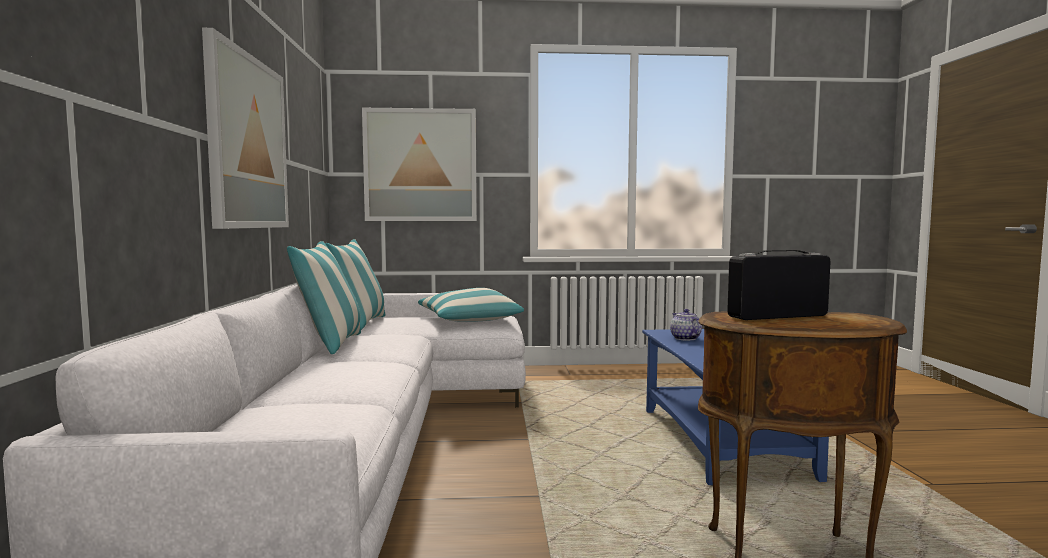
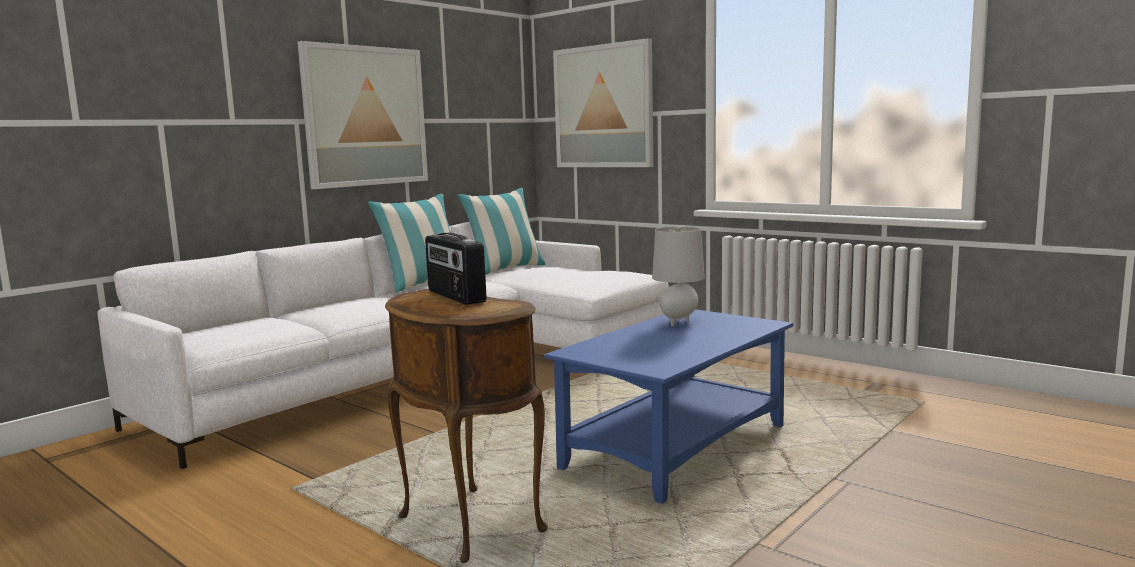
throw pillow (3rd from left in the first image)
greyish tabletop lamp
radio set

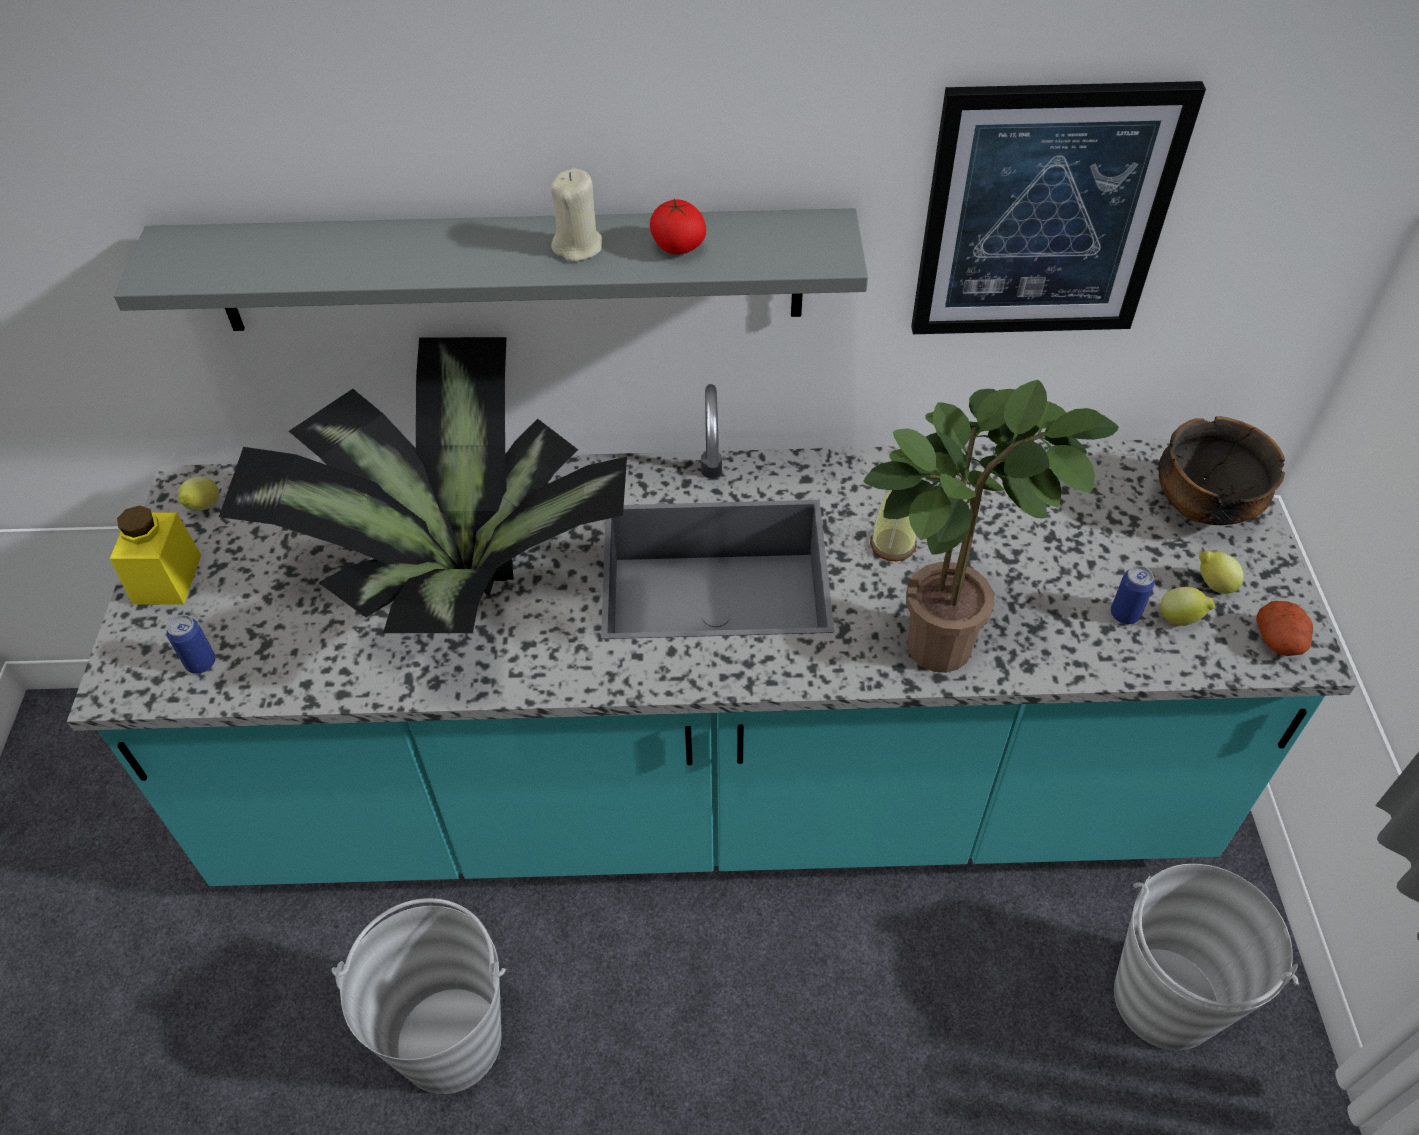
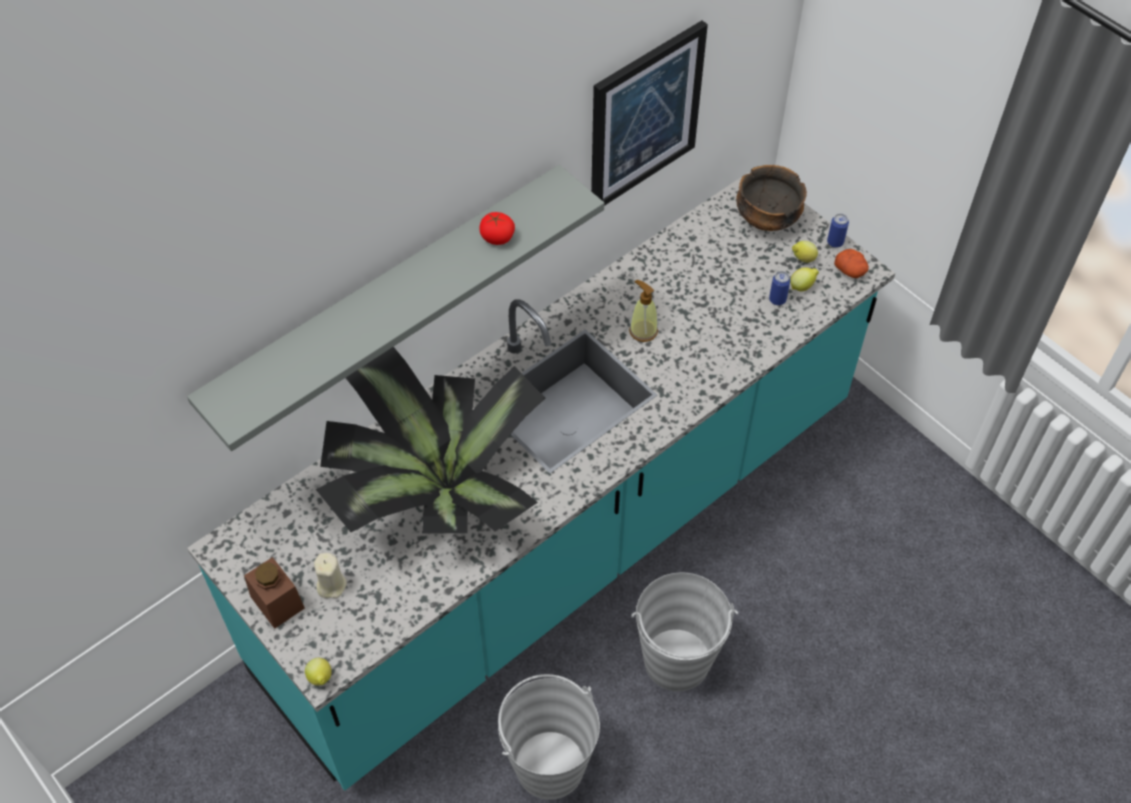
brown jar
metal can (2nd from left)
whole lemon (1st from left)
beige-coloured wax light
potted plant (2nd from left in the first image)
greyish bucket (2nd from left)

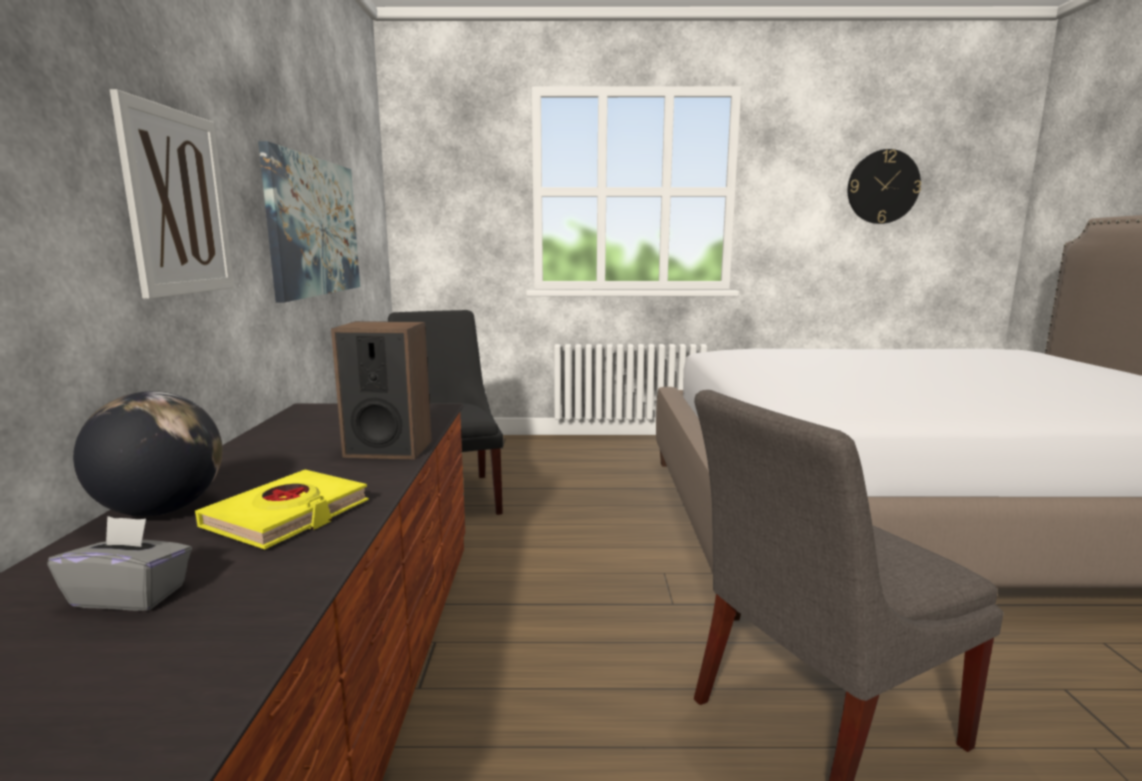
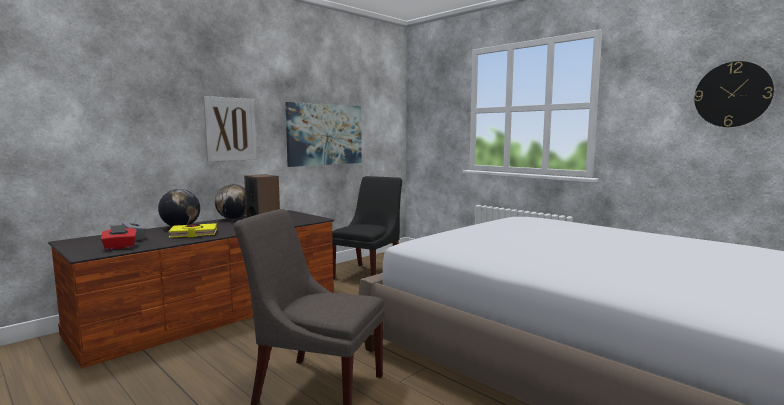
red-coloured box of tissues
desk globe (2nd from left)

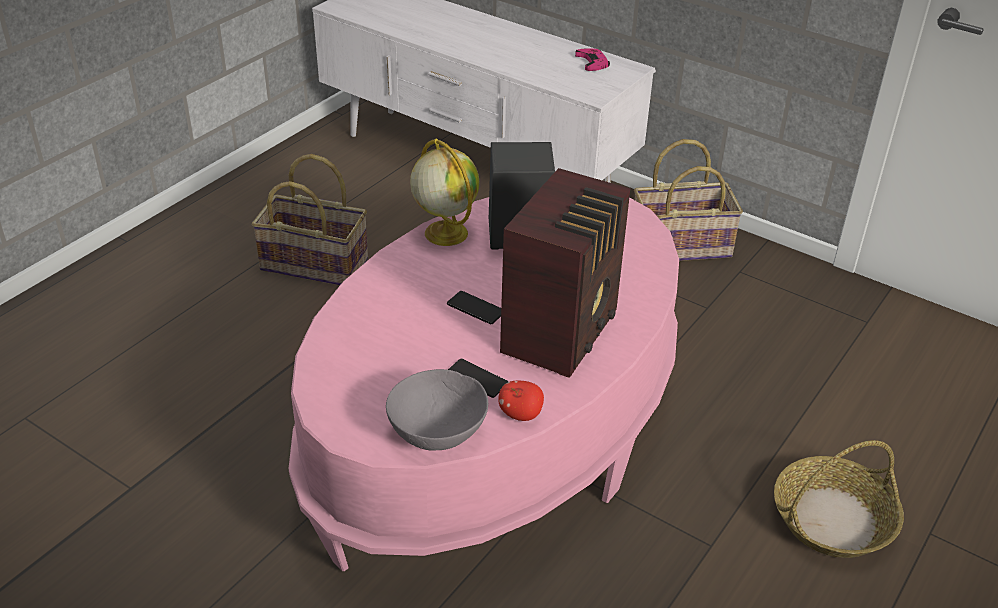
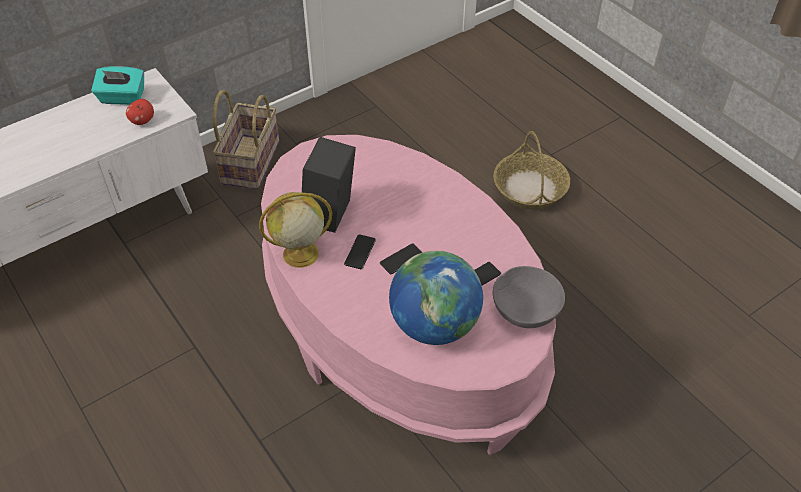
storage basket (1st from left in the first image)
apple
radio set
turquoise box of tissues
telephone (1st from left)
desk globe (2nd from left)

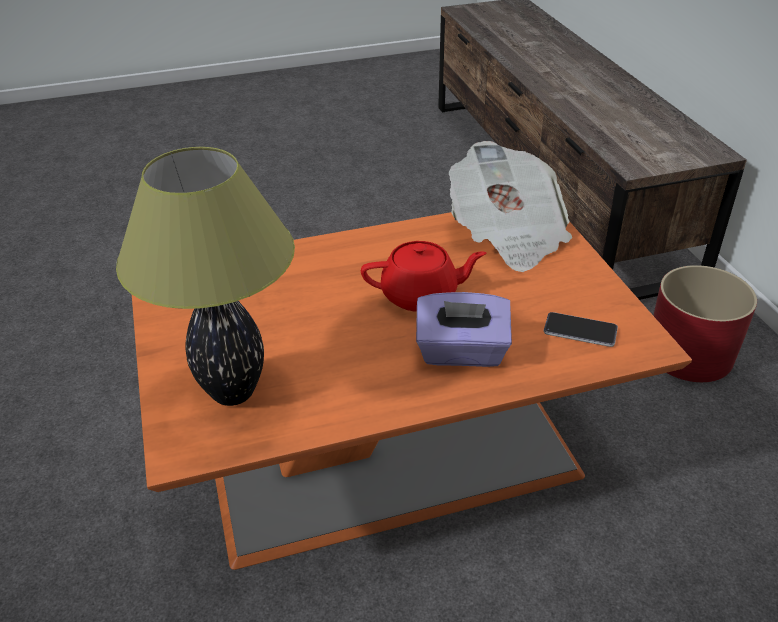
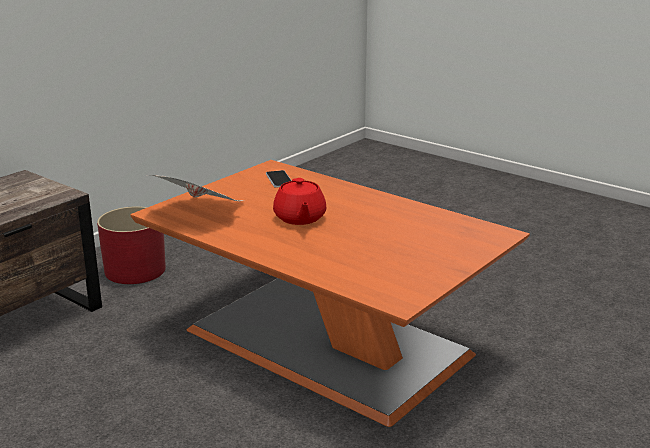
tabletop lamp
red-coloured teapot
purple-coloured box of tissues

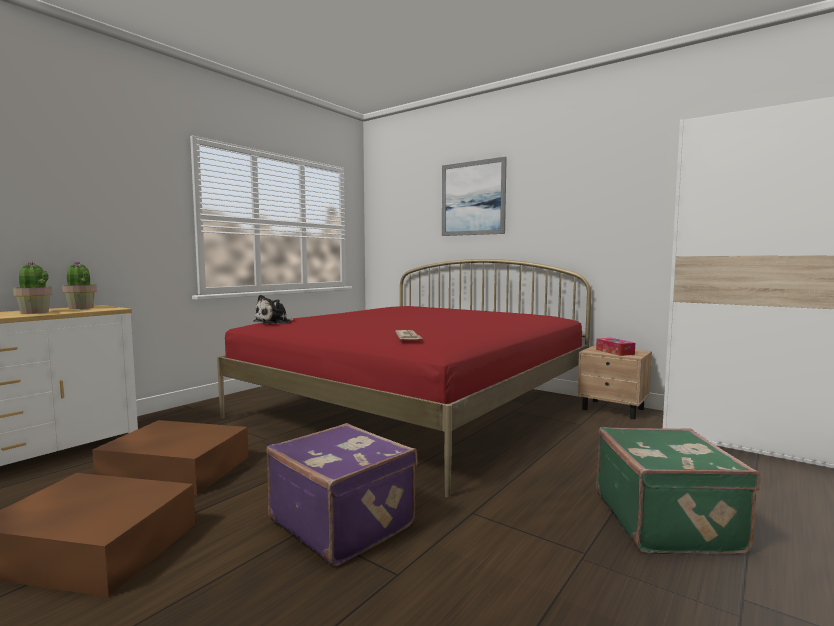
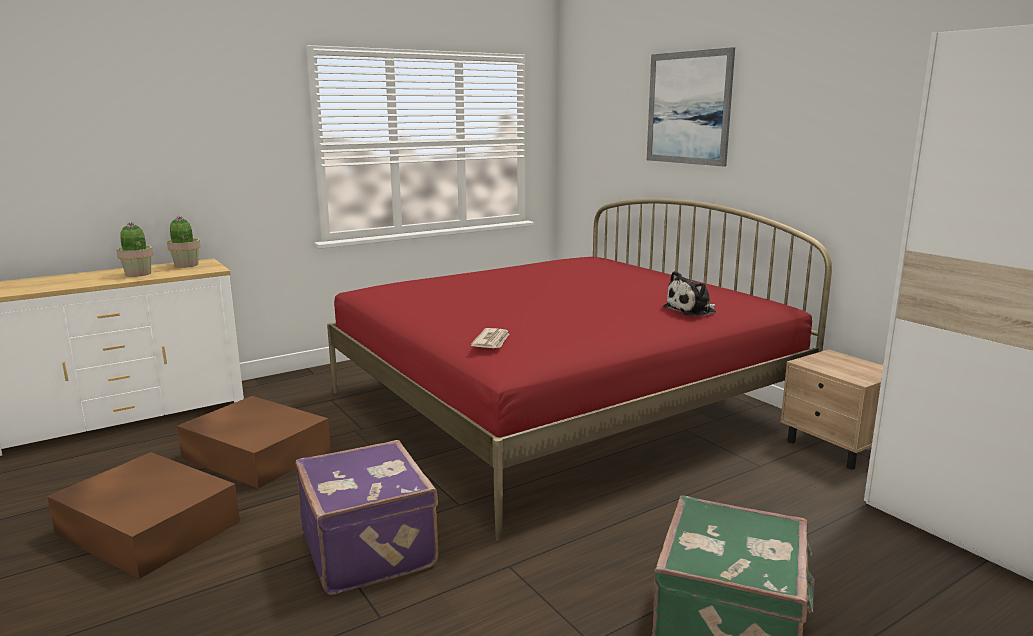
soft toy
box of tissues

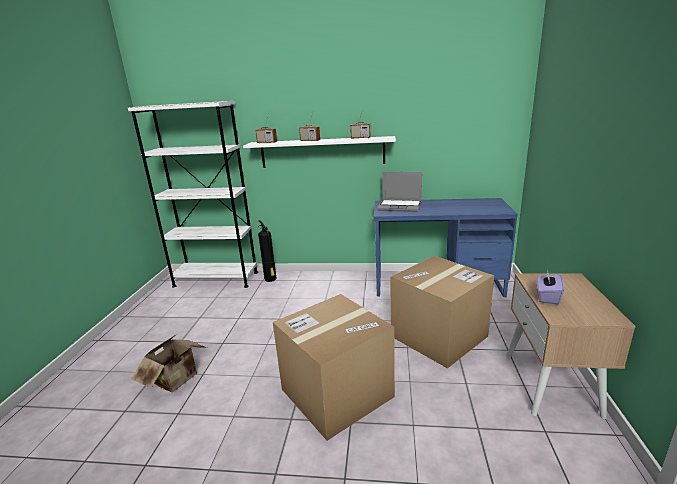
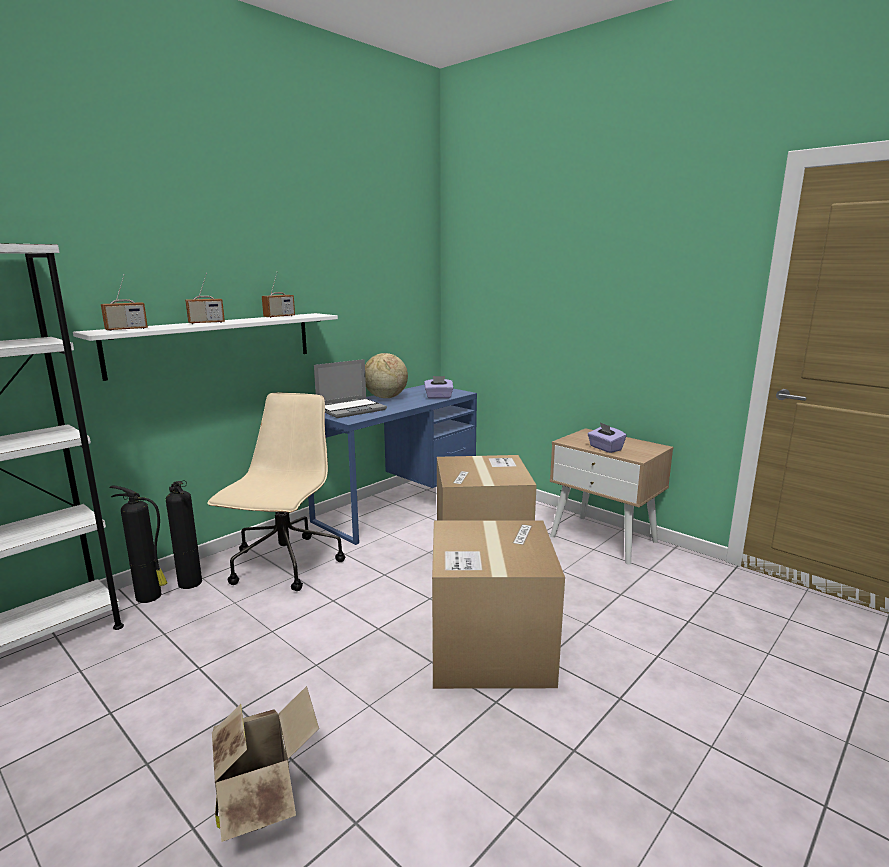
fire extinguisher (2nd from left)
beige-coloured desk chair
desk globe
purple-coloured box of tissues (1st from left)

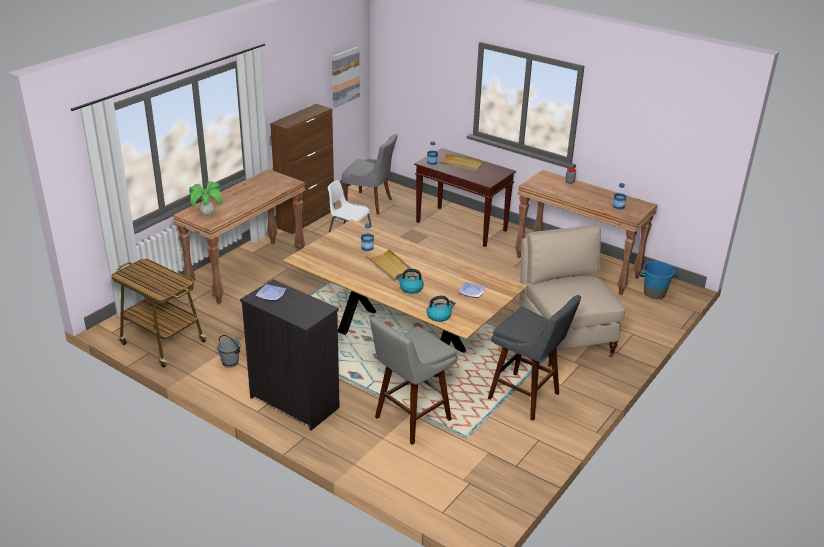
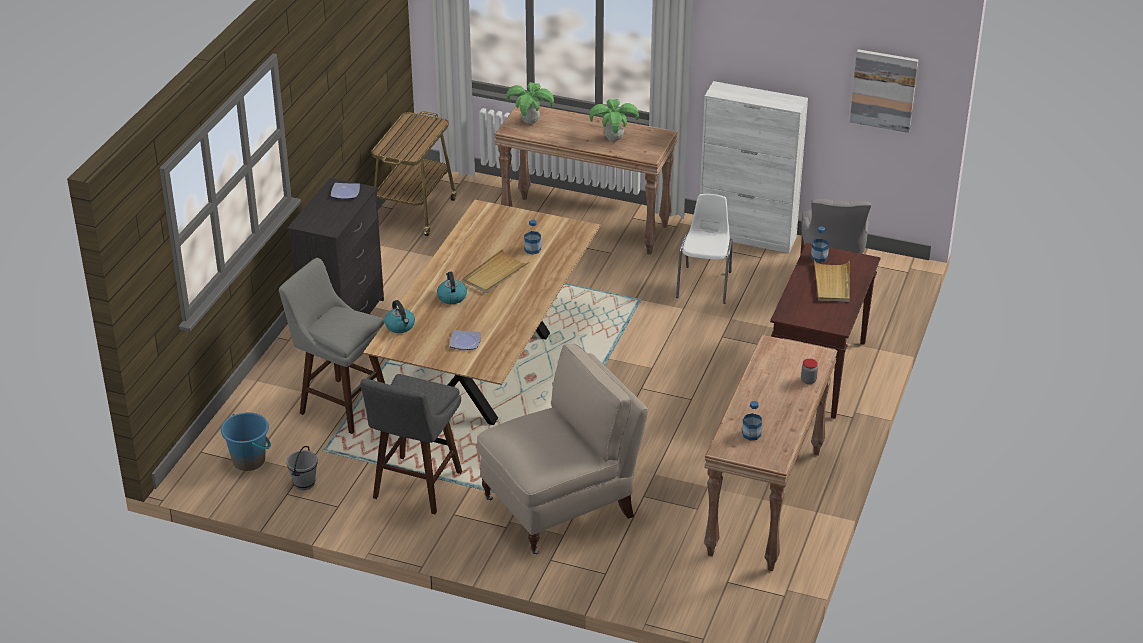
greyish bucket
white storage cabinet
blue-coloured bucket
potted plant (2nd from left)

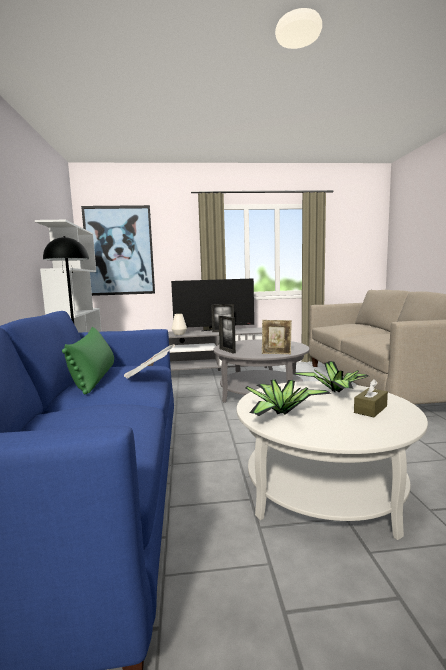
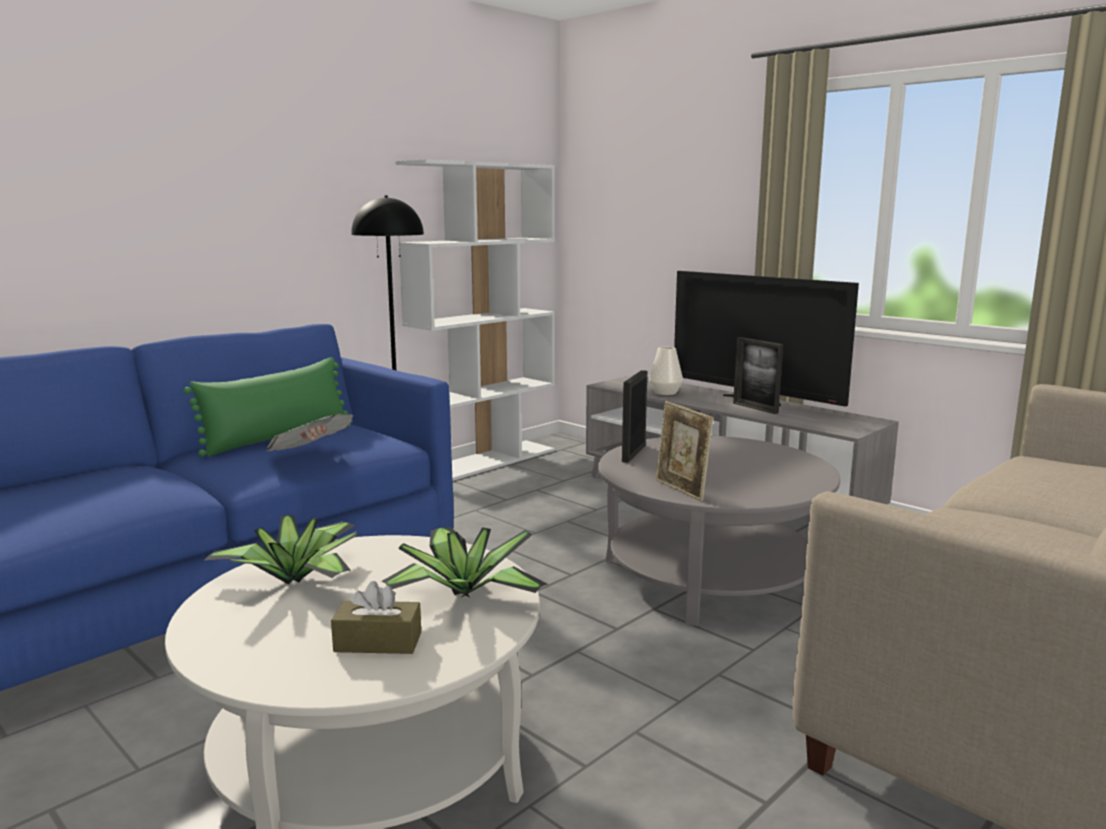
wall art

